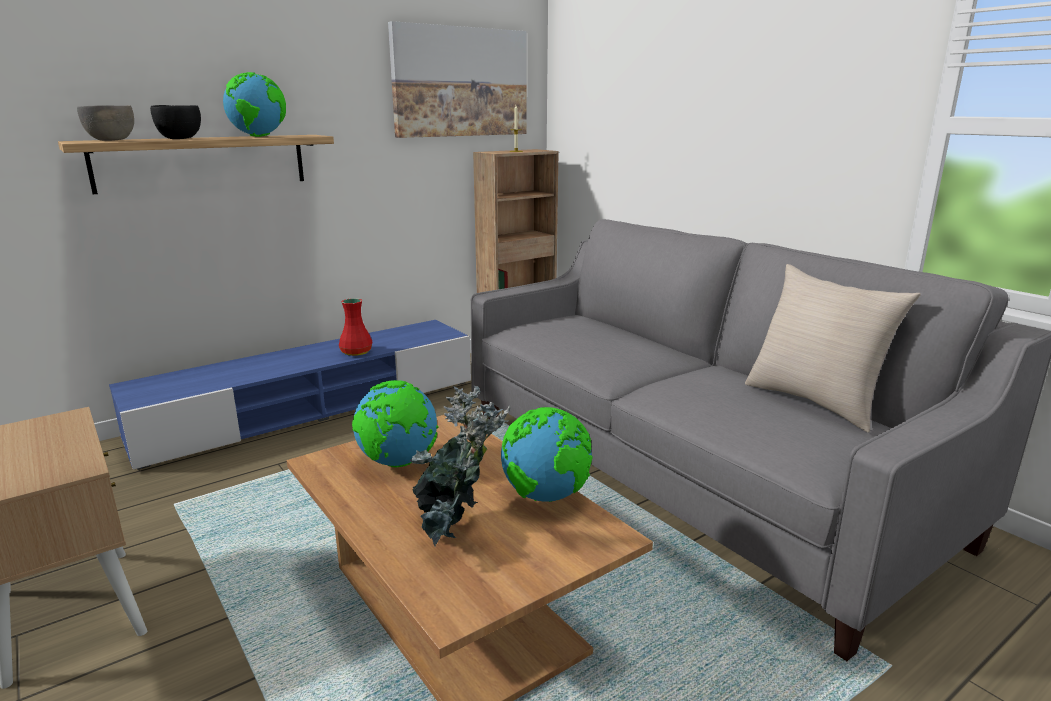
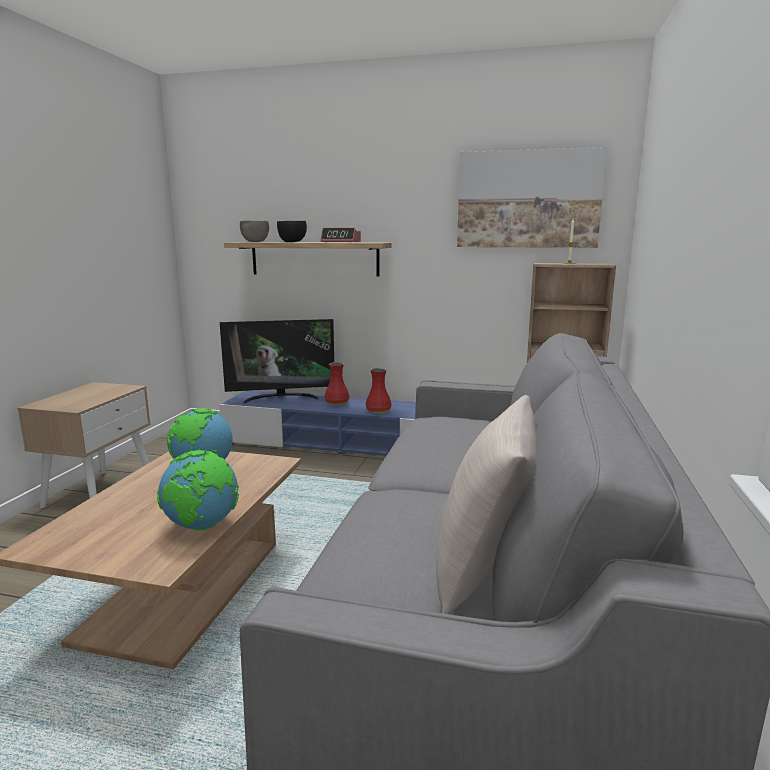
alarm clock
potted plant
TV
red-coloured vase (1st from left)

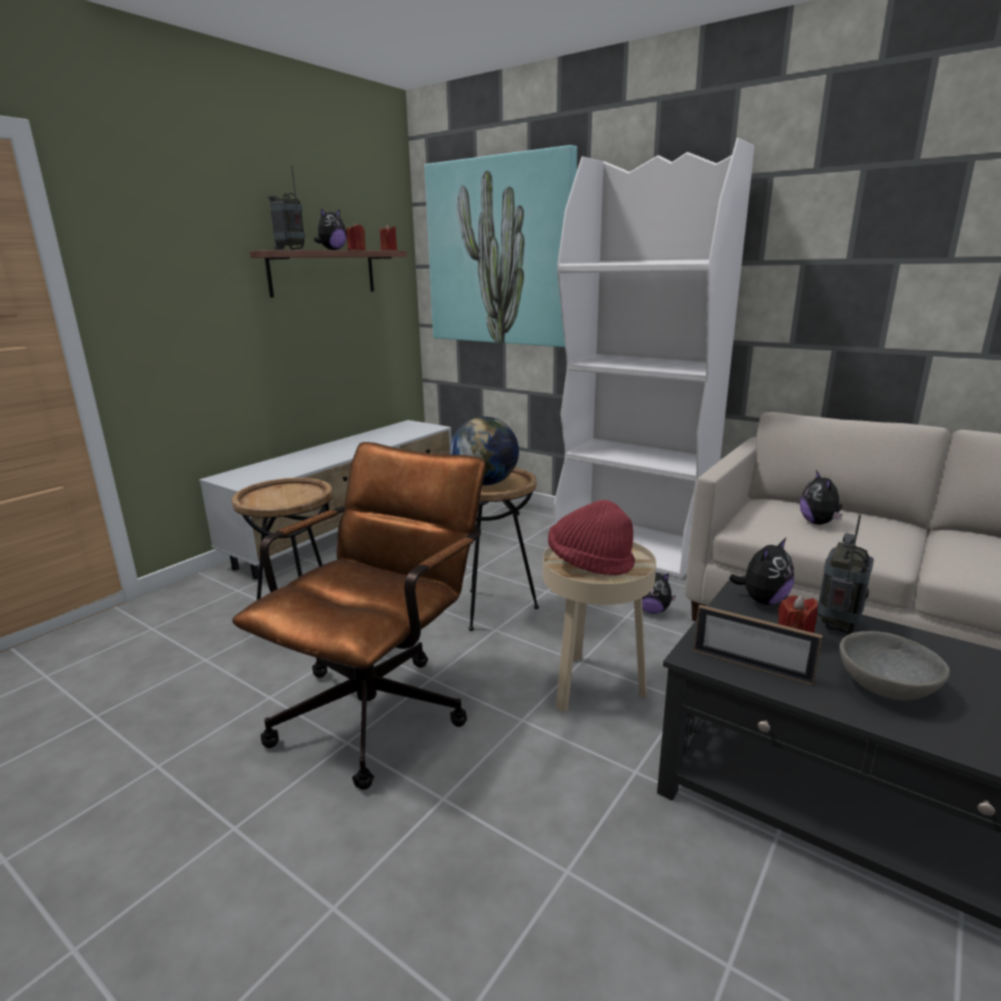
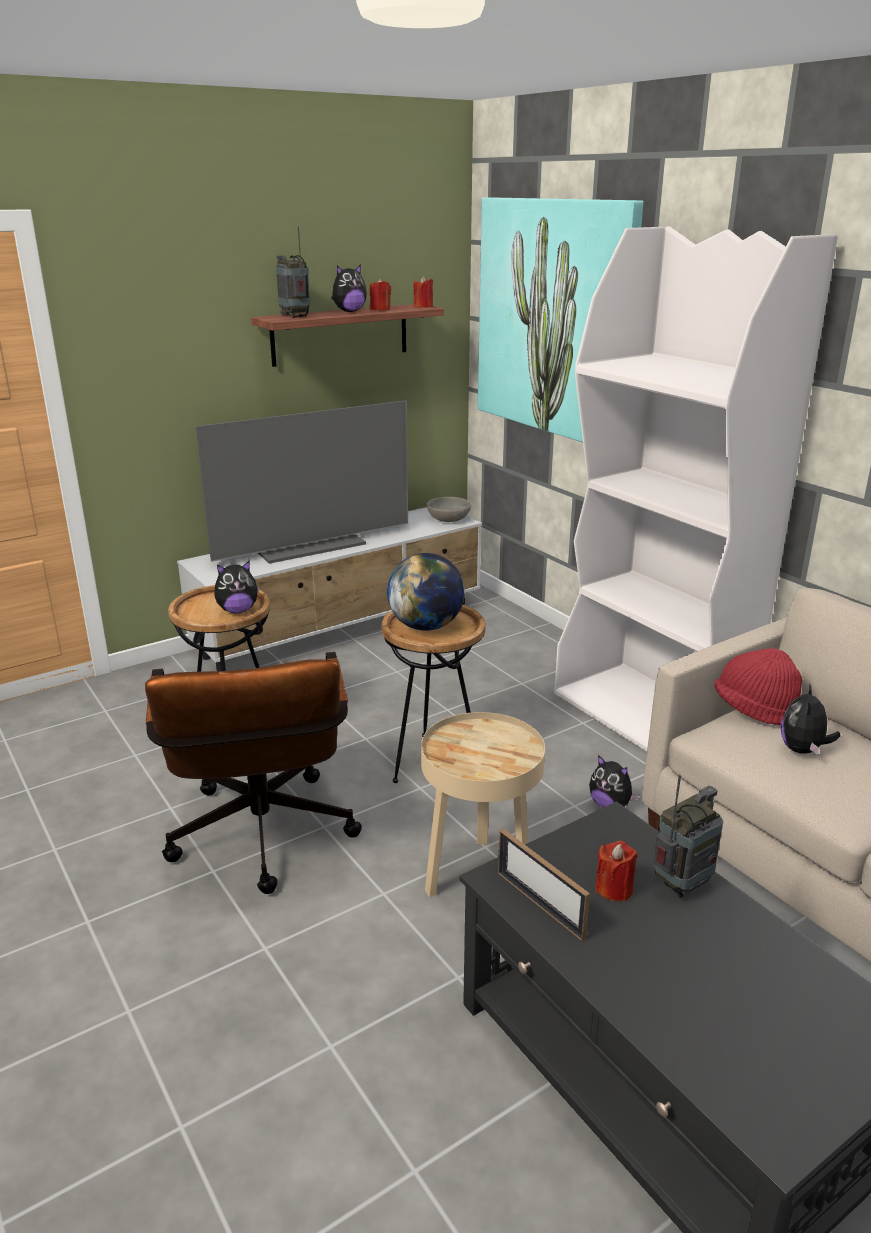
brown desk chair
red-coloured wearable hat
soft toy (1st from left)
greyish serving bowl
TV

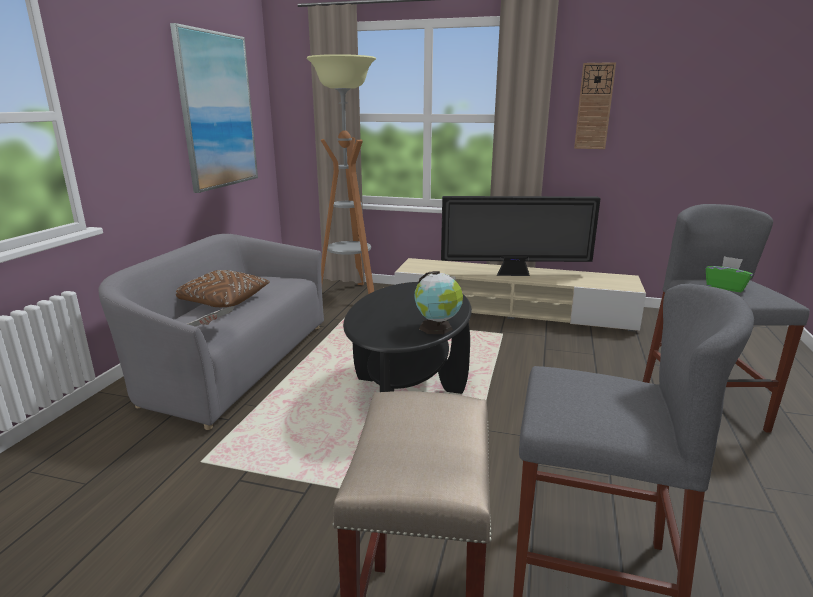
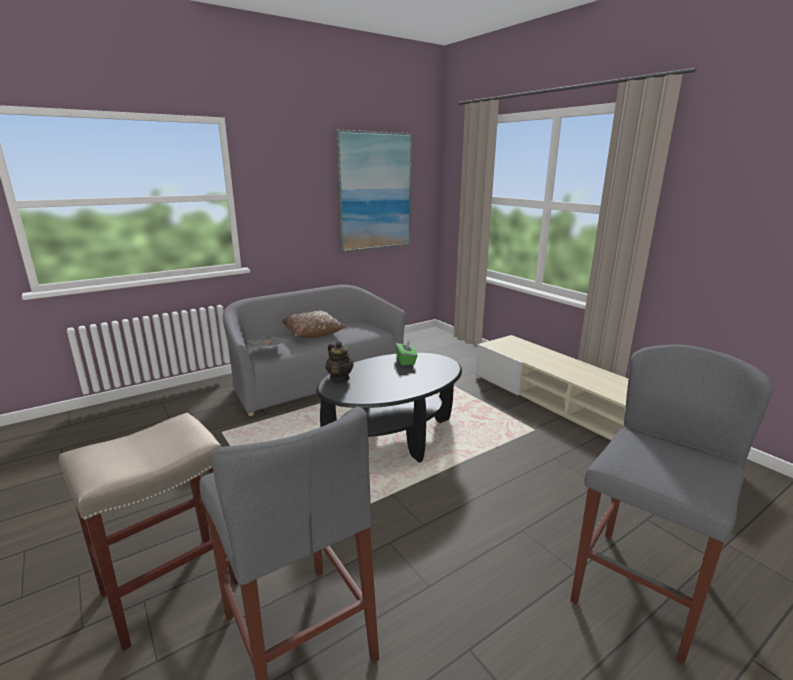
floor lamp
desk globe
TV
hanging clock
green-coloured box of tissues
teapot

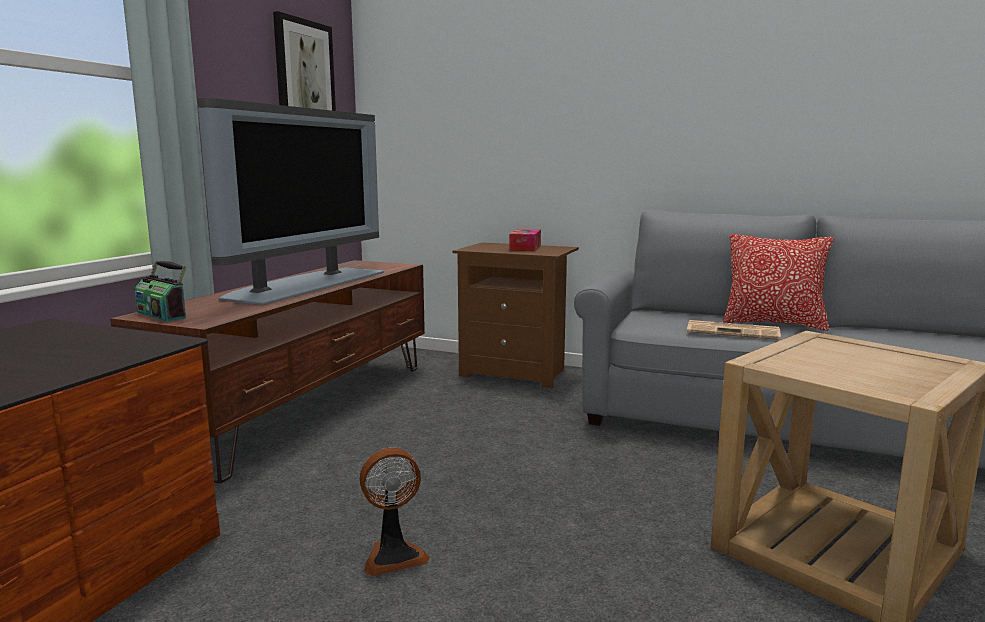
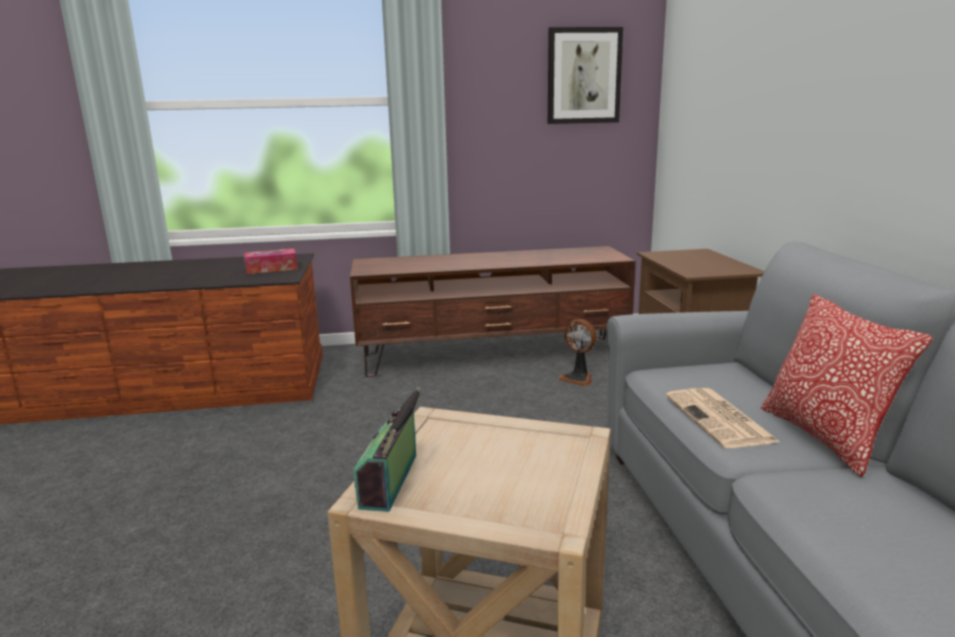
radio set
TV
electric fan
box of tissues

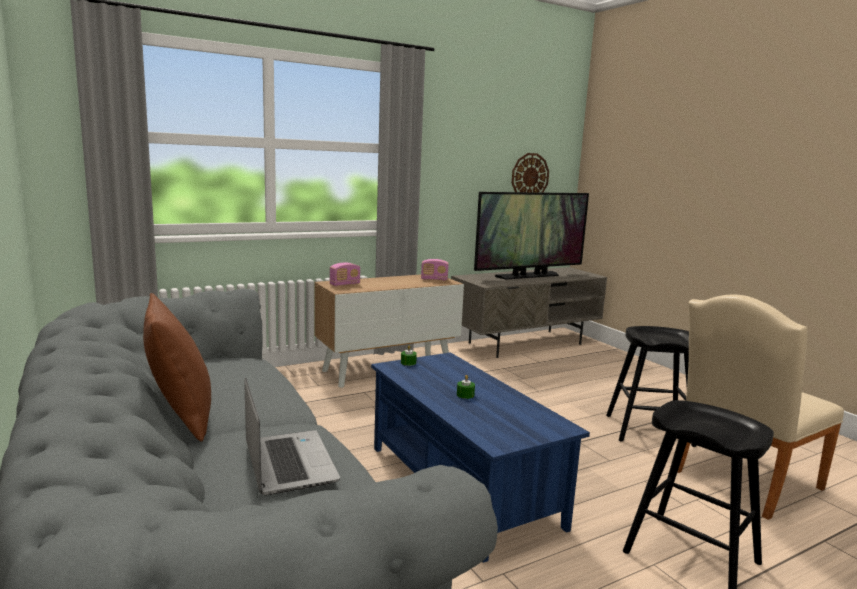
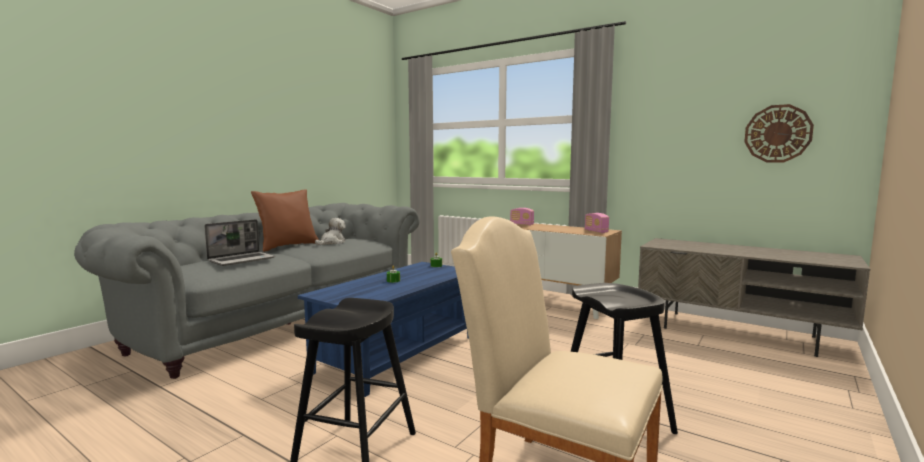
TV
soft toy

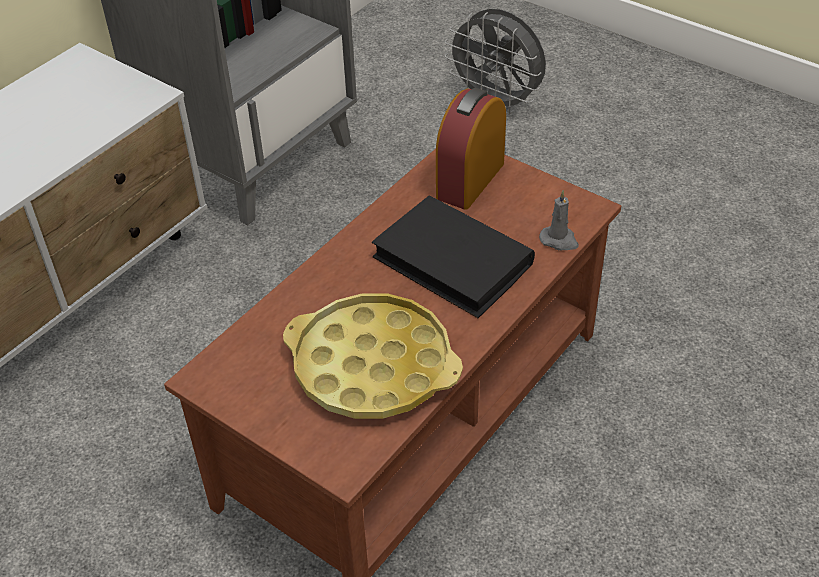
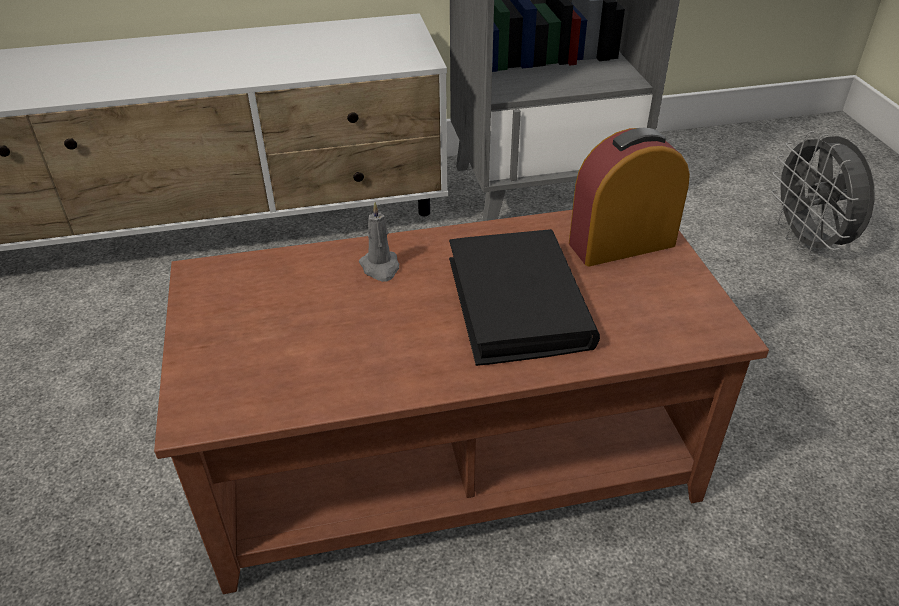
yellow serving tray
greyish wax light

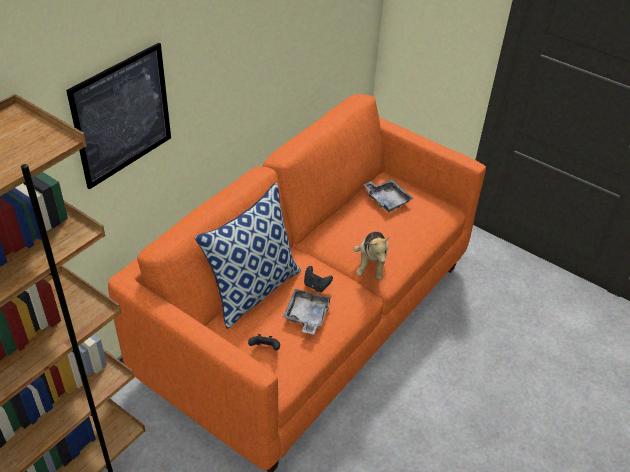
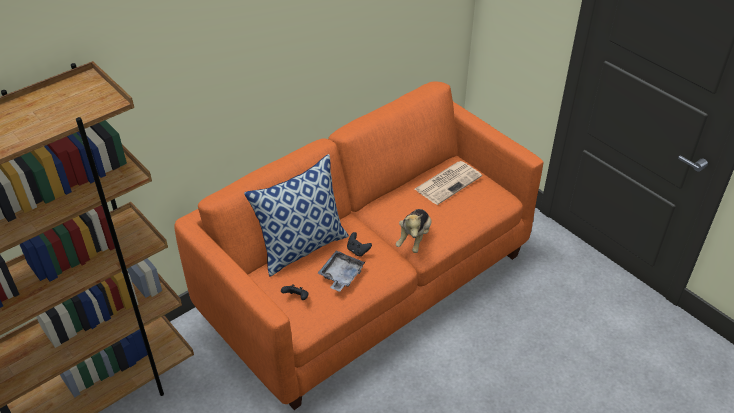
wall art
daily paper

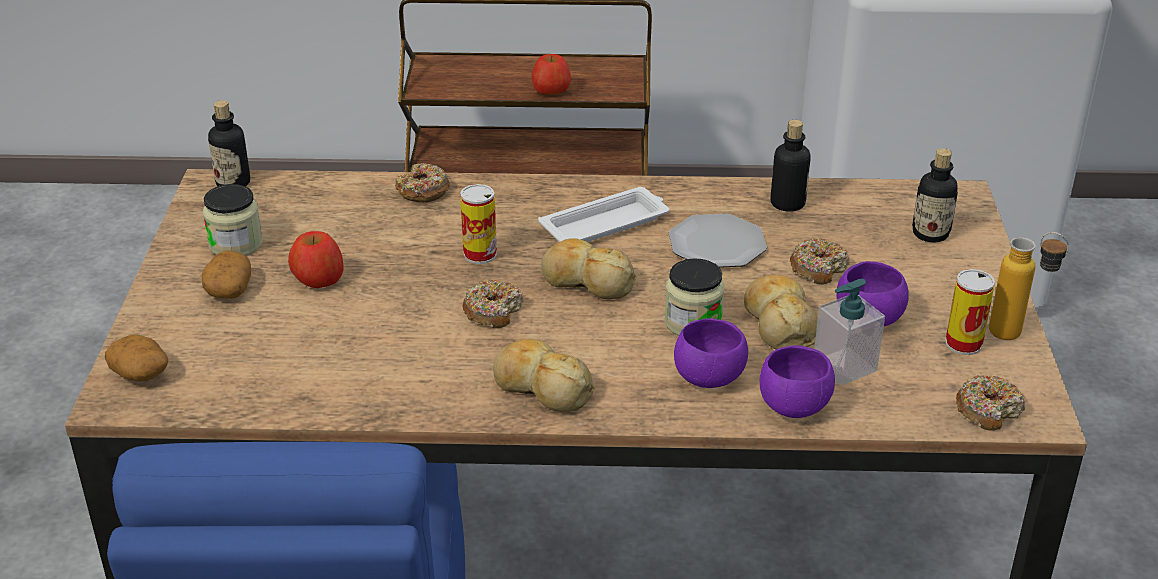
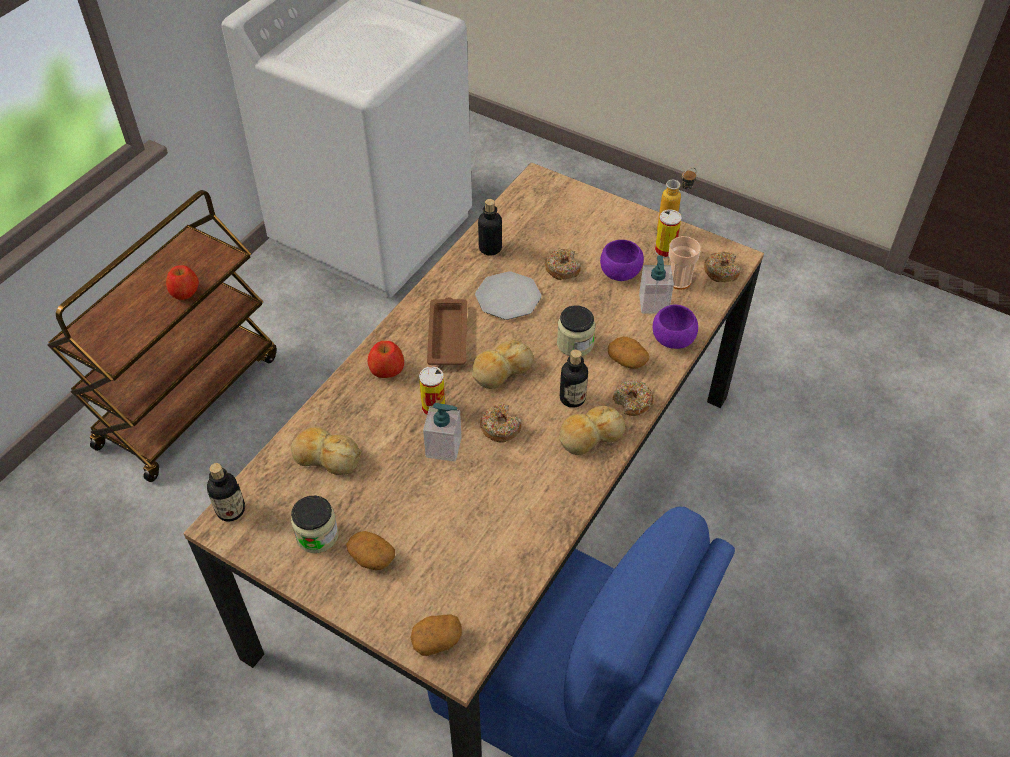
apple (2nd from left)
doughnut (3rd from left)
brown serving tray
whole potato (3rd from left)
bread (1st from left)
bottle (3rd from left)
soap dispenser (1st from left)
cup

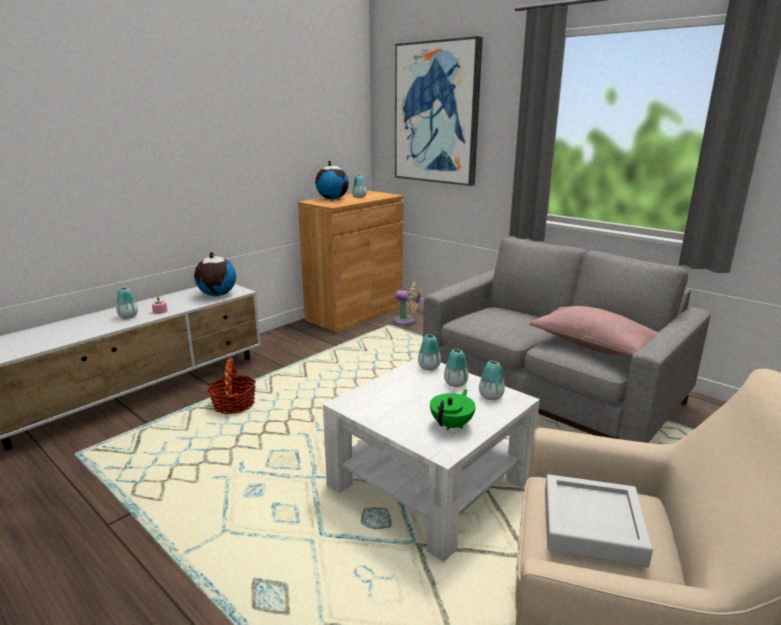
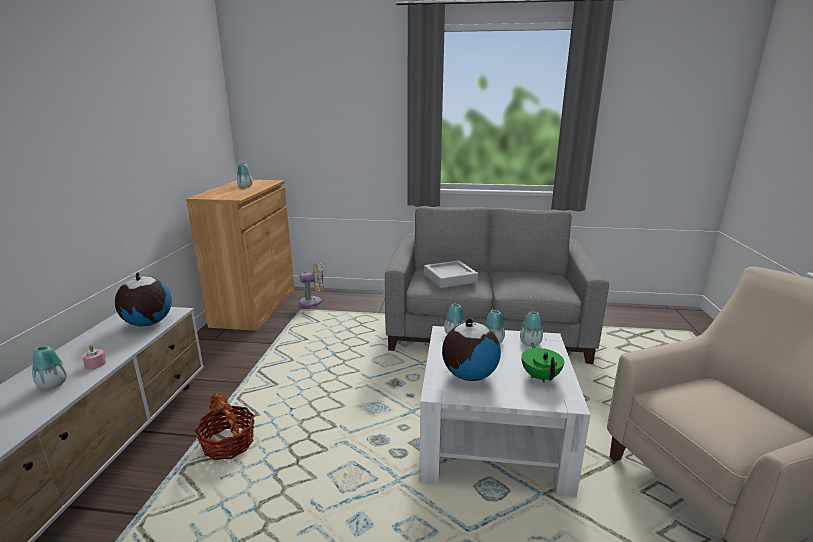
desk globe (2nd from left)
wall art
pinkish throw pillow
greyish serving tray

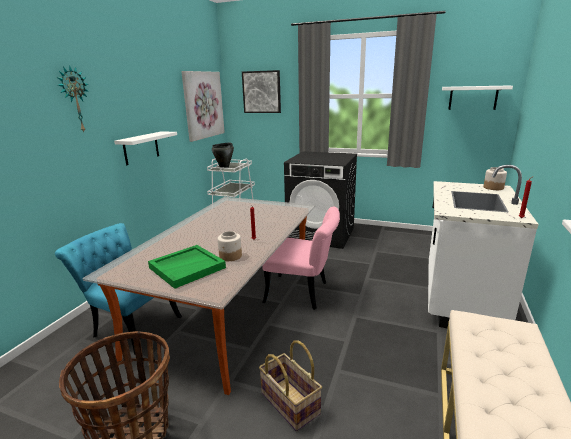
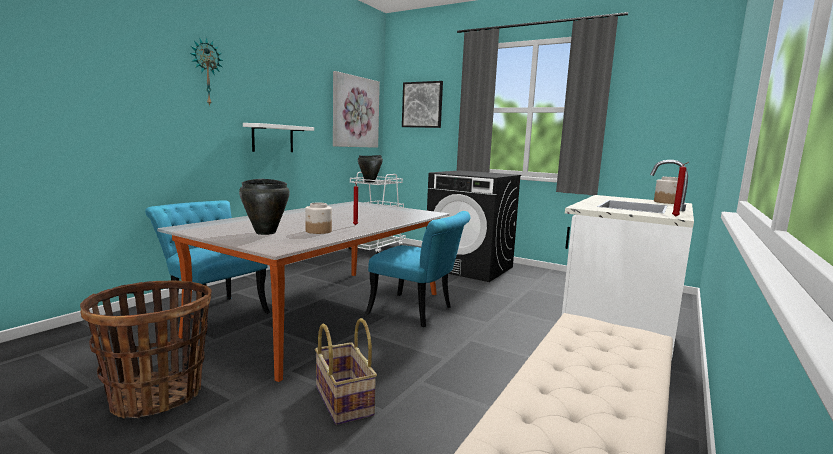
black saucepot (1st from left)
turquoise chair (2nd from left)
white wall shelf (2nd from left in the first image)

